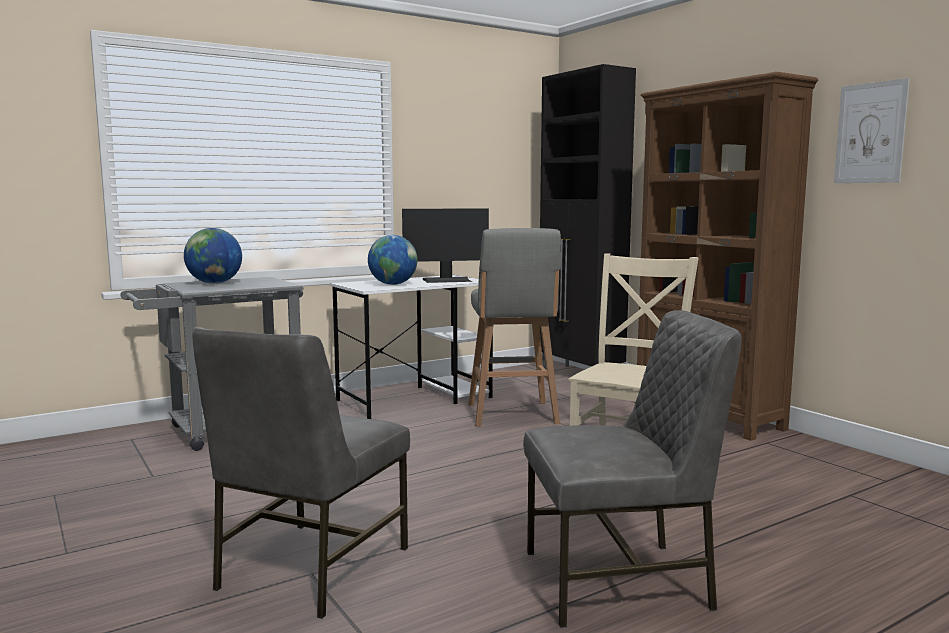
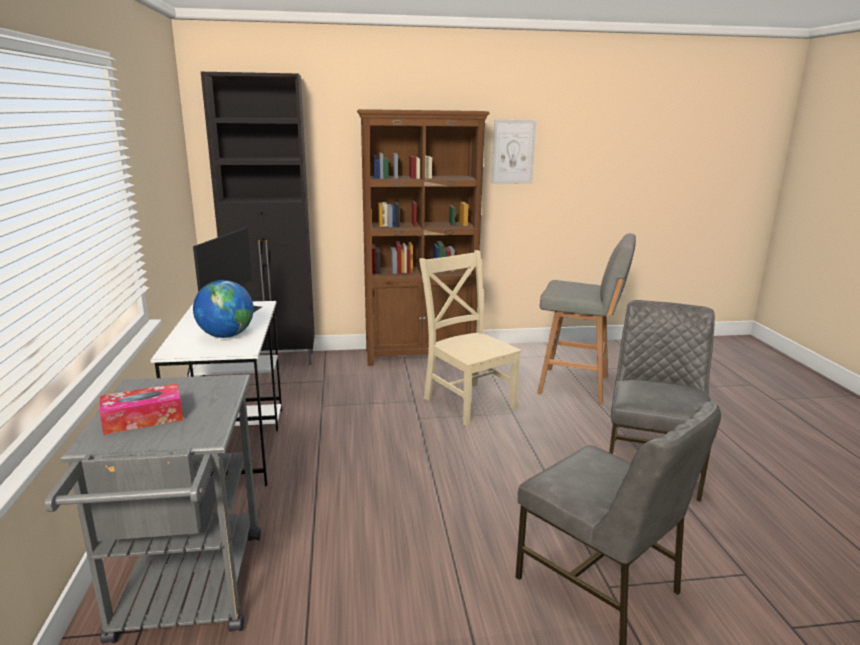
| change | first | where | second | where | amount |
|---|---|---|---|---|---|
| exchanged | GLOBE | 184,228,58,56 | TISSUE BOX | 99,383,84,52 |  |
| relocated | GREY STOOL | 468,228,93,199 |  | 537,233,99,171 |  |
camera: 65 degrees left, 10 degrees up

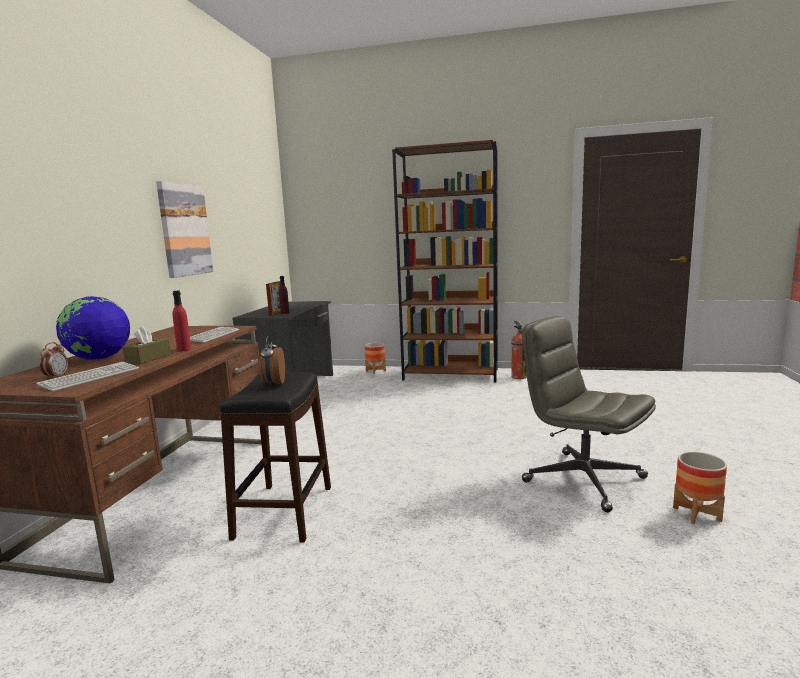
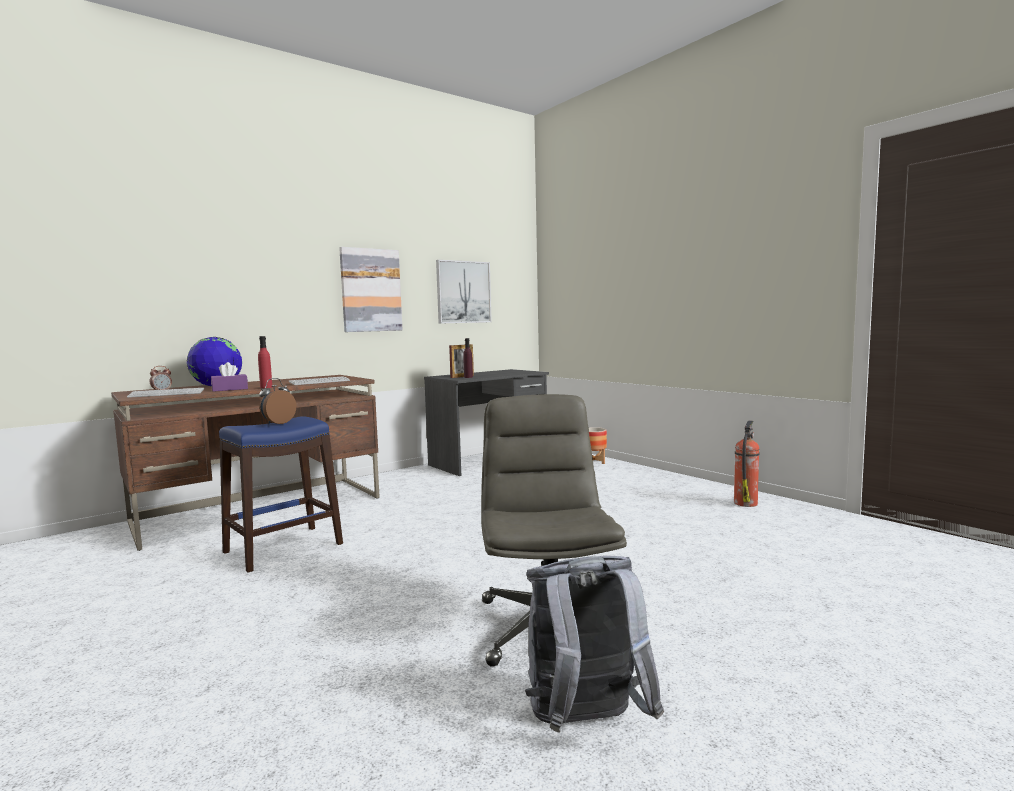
| change | first | where | second | where | amount |
|---|---|---|---|---|---|
| colour | BROWN TISSUE BOX | 122,326,49,38 | PURPLE TISSUE BOX | 211,362,37,30 |  |
| colour | BLACK STOOL | 220,372,111,171 | BLUE STOOL | 219,416,124,157 |  |
| appeared |  |  | PICTURE | 436,260,56,64 |  |
| exchanged | PLANTER | 673,452,54,72 | GREY BACKPACK | 525,556,139,177 |  |
| missing | BROWN BOOKCASE | 392,140,106,243 |  |  |  |
camera: 40 degrees right, 5 degrees down

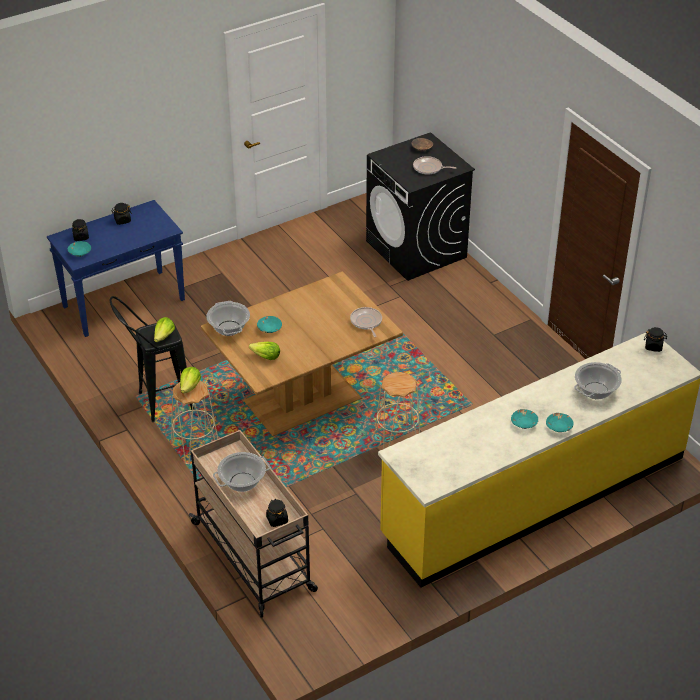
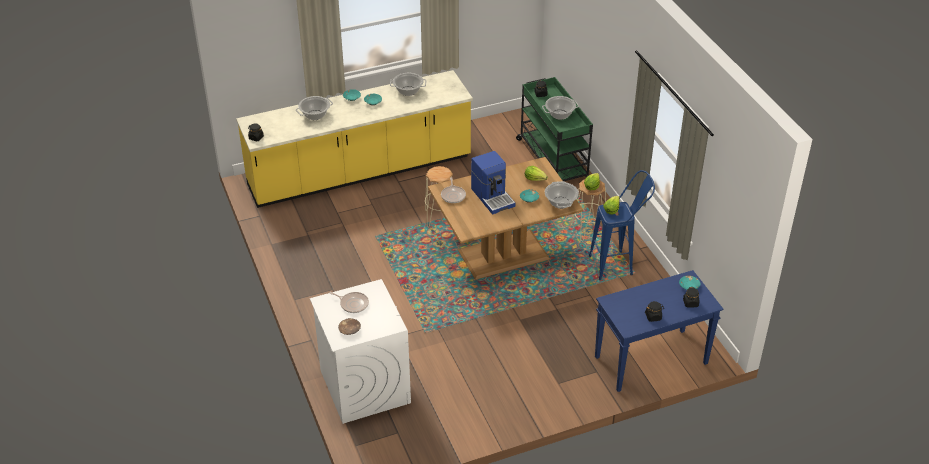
| change | first | where | second | where | amount |
|---|---|---|---|---|---|
| colour | BLACK WASHING MACHINE | 366,132,109,149 | WHITE WASHING MACHINE | 310,279,101,145 |  |
| appeared |  |  | COOKING POT | 390,73,36,23 |  |
| appeared |  |  | COFFEE MACHINE | 471,151,44,64 |  |
| colour | BEIGE CART | 189,430,129,187 | GREEN CART | 516,77,77,104 |  |
| colour | BLACK STOOL | 110,296,85,126 | BLUE STOOL | 589,170,66,110 |  |
camera: 170 degrees left, 0 degrees up

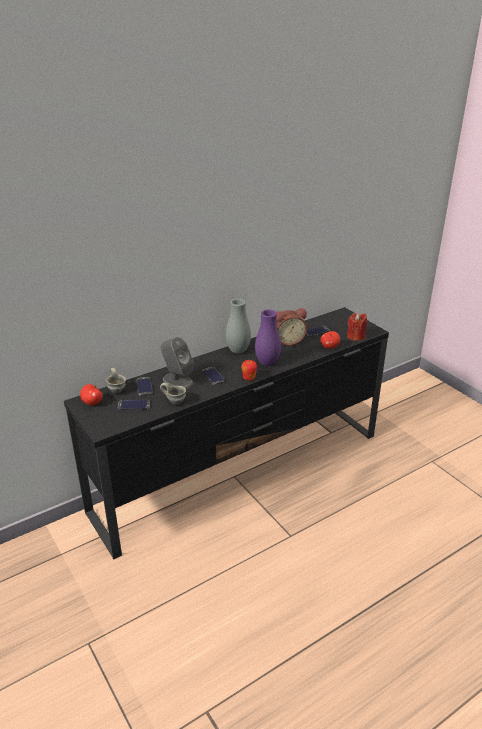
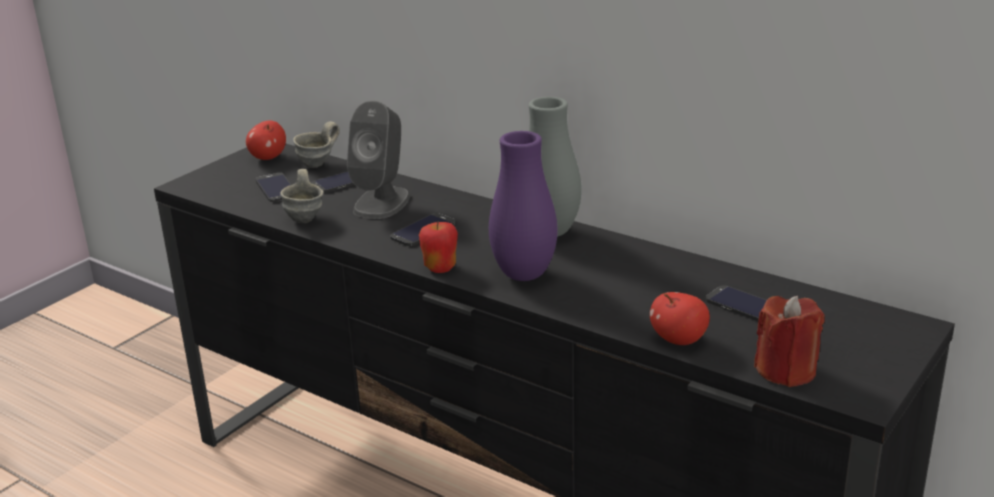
| change | first | where | second | where | amount |
|---|---|---|---|---|---|
| missing | ALARM CLOCK | 276,308,31,38 |  |  |  |
camera: 70 degrees right, 5 degrees down

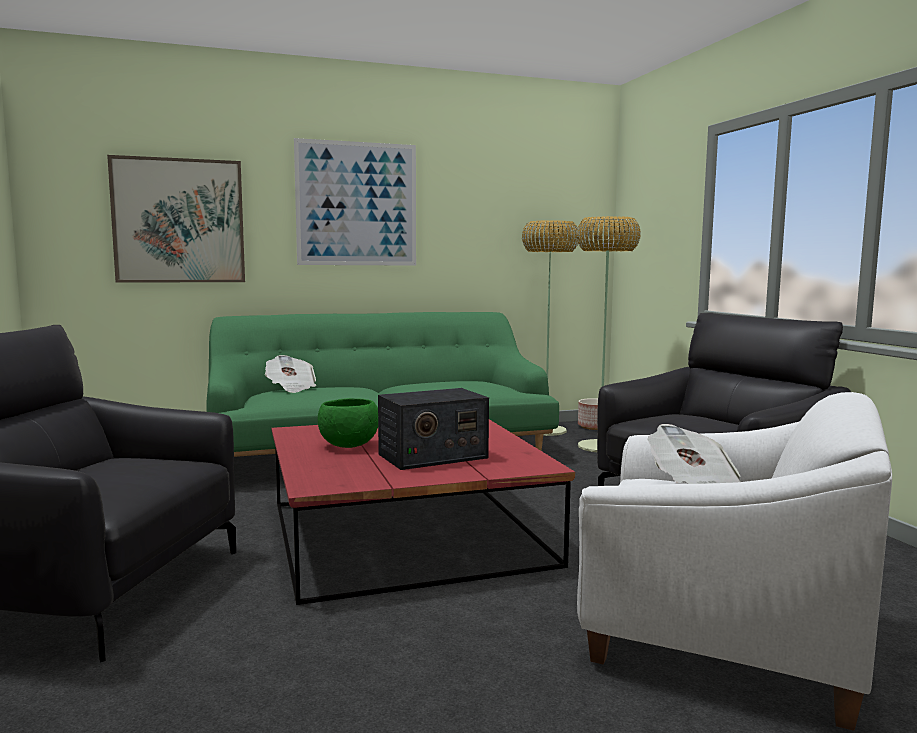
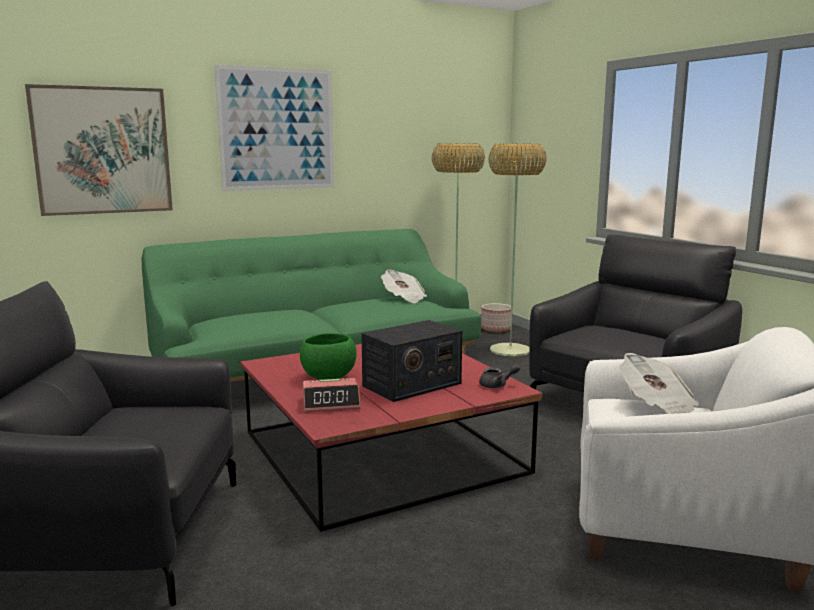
| change | first | where | second | where | amount |
|---|---|---|---|---|---|
| appeared |  |  | ALARM CLOCK | 303,378,57,34 |  |
| relocated | NEWSPAPER | 265,355,51,38 |  | 381,270,46,33 |  |
| appeared |  |  | GREY TEAPOT | 479,364,41,24 |  |
camera: 10 degrees left, 5 degrees up

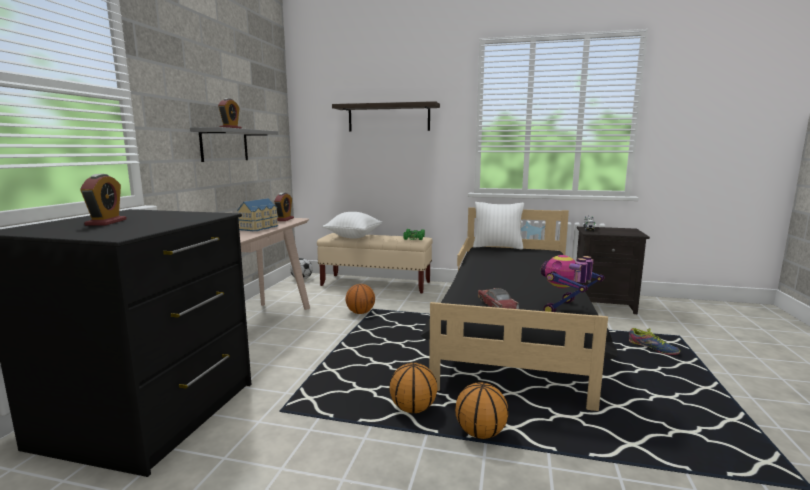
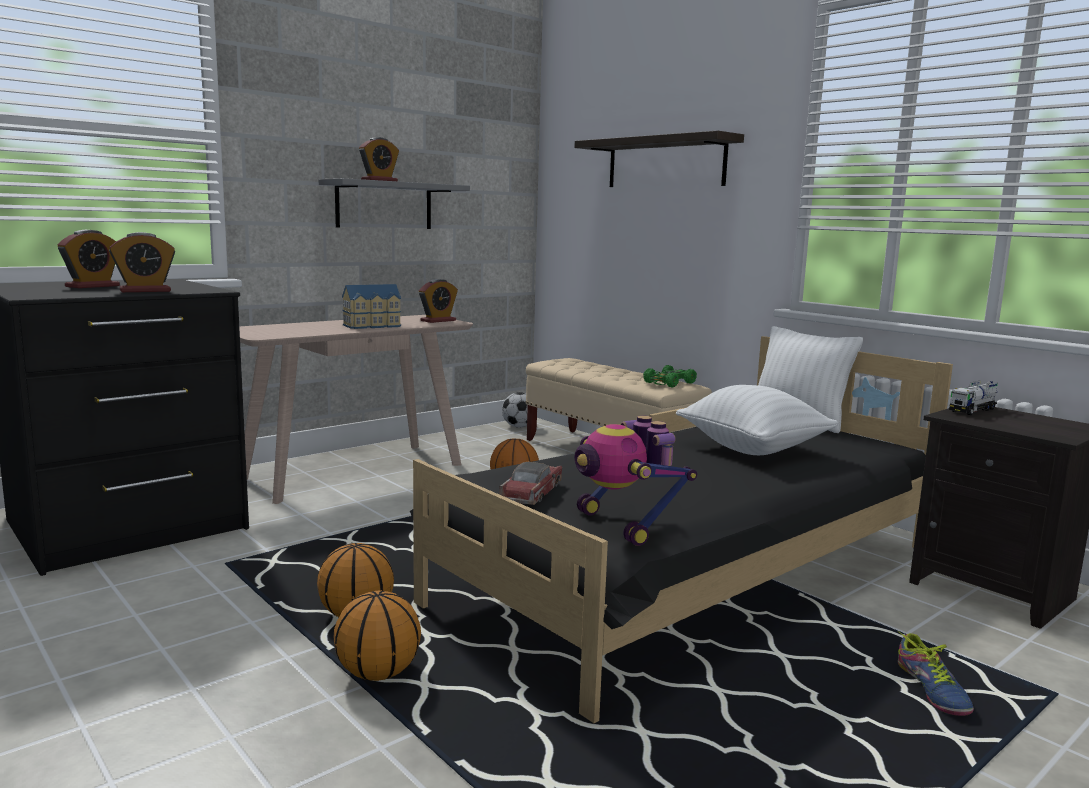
| change | first | where | second | where | amount |
|---|---|---|---|---|---|
| appeared |  |  | ALARM CLOCK | 109,232,66,60 |  |
| spun | TOY ROBOT | 541,255,63,57 |  | 574,416,123,130 | 105 degrees counterclockwise |
| relocated | WHITE PILLOW | 323,212,59,27 |  | 676,385,162,70 |  |
camera: 35 degrees right, 0 degrees up

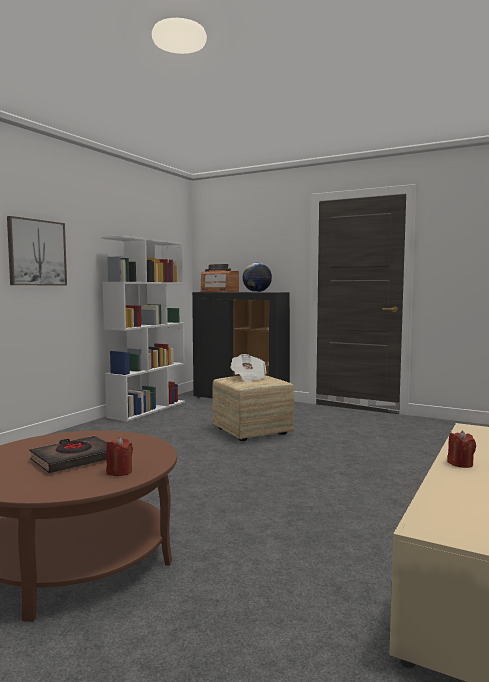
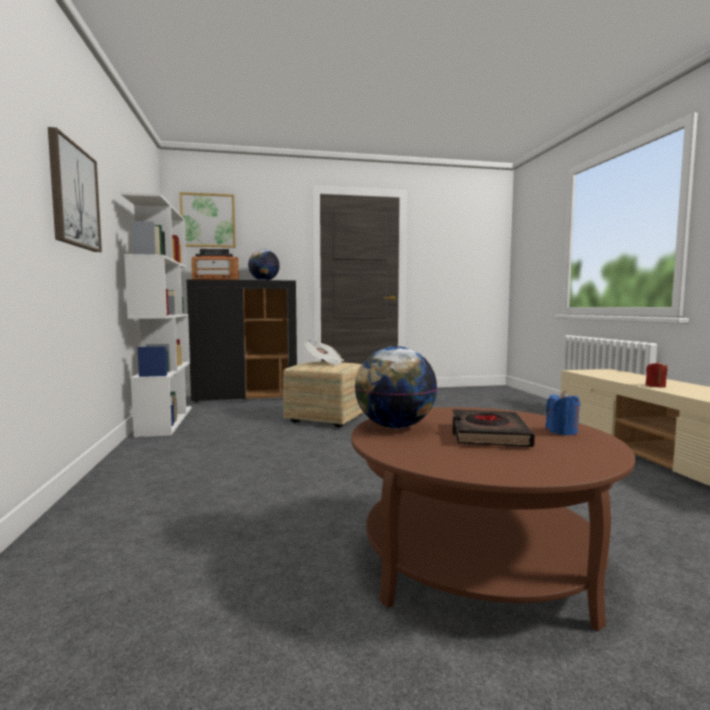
| change | first | where | second | where | amount |
|---|---|---|---|---|---|
| appeared |  |  | PICTURE | 180,192,56,56 |  |
| appeared |  |  | GLOBE | 355,346,82,82 |  |
| colour | RED CANDLE | 106,436,27,40 | BLUE CANDLE | 545,391,35,44 |  |
camera: 40 degrees left, 0 degrees up

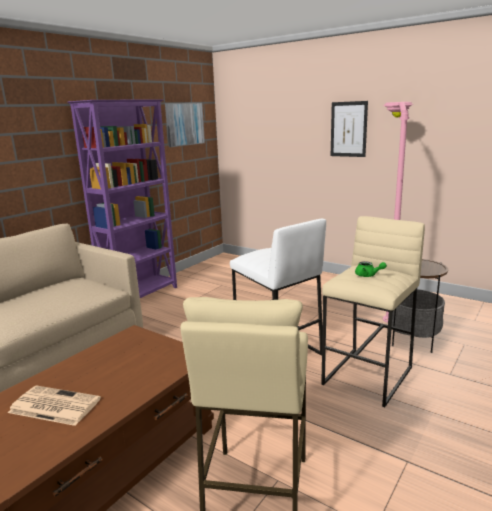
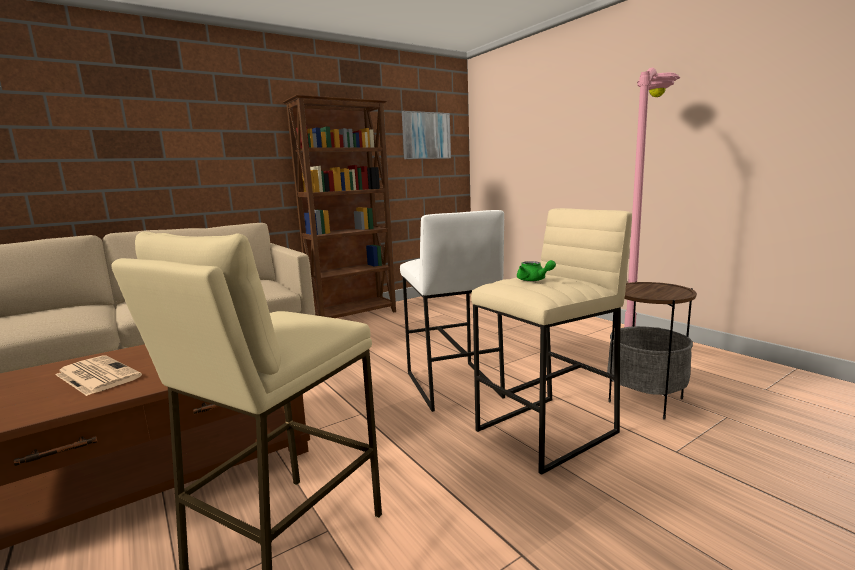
| change | first | where | second | where | amount |
|---|---|---|---|---|---|
| colour | PURPLE BOOKCASE | 67,99,110,199 | BROWN BOOKCASE | 283,95,113,223 |  |
| missing | PICTURE | 331,101,37,56 |  |  |  |
camera: 20 degrees right, 5 degrees down

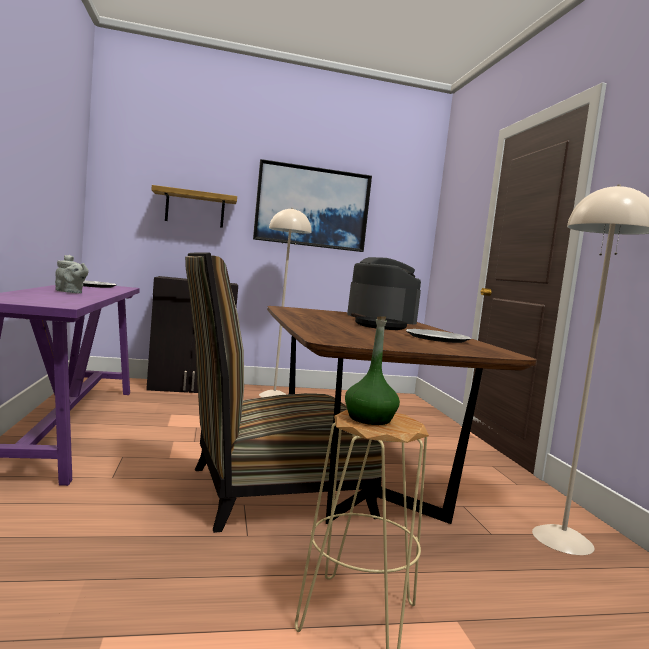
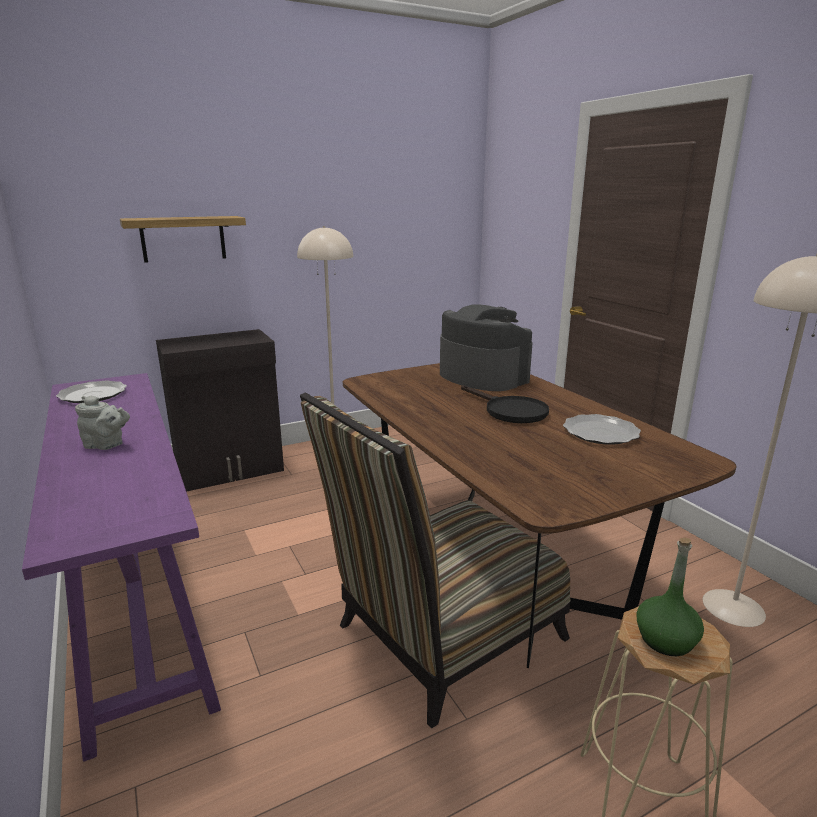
| change | first | where | second | where | amount |
|---|---|---|---|---|---|
| missing | PICTURE | 253,159,119,93 |  |  |  |
camera: 15 degrees left, 15 degrees up

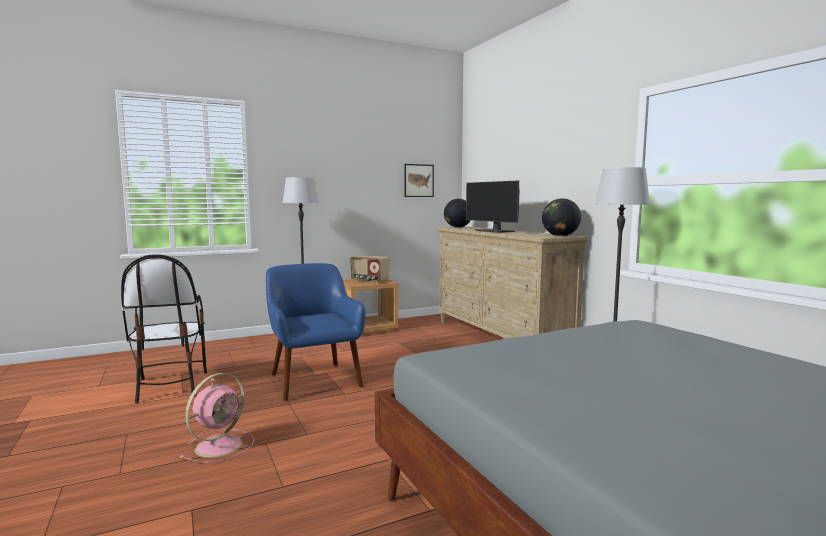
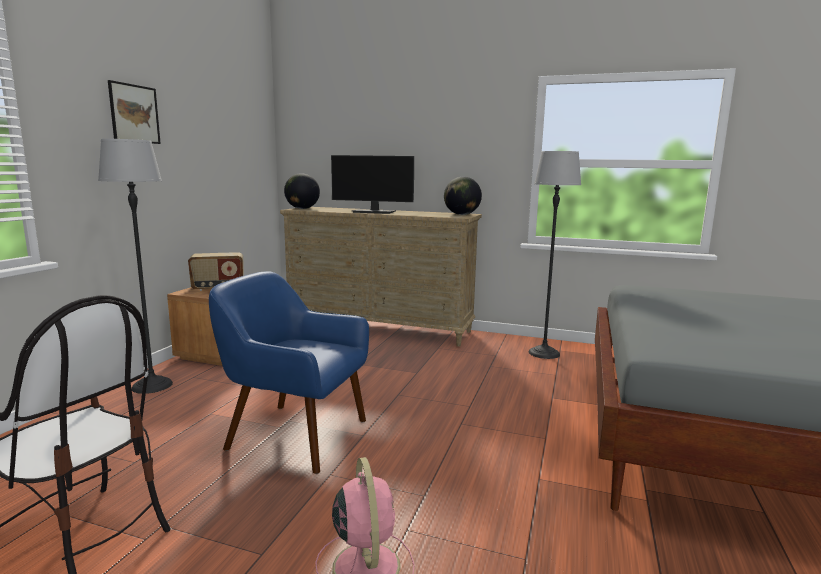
| change | first | where | second | where | amount |
|---|---|---|---|---|---|
| relocated | PICTURE | 404,164,30,33 |  | 108,80,53,64 |  |
camera: 45 degrees left, 5 degrees up

